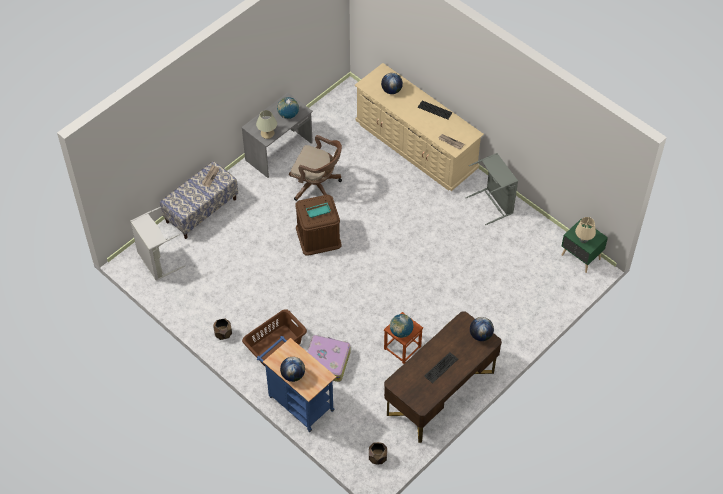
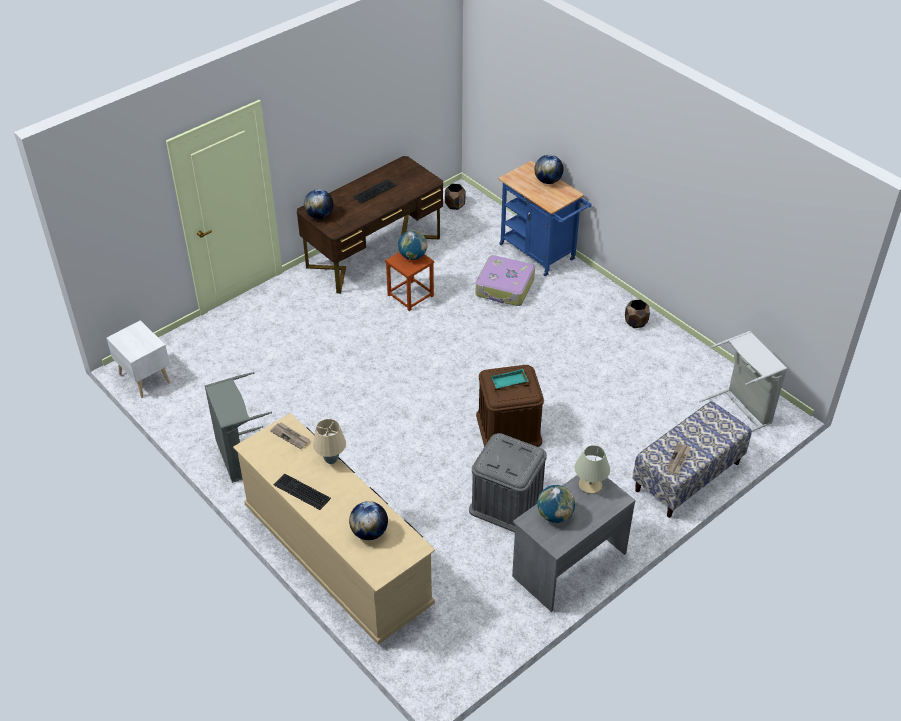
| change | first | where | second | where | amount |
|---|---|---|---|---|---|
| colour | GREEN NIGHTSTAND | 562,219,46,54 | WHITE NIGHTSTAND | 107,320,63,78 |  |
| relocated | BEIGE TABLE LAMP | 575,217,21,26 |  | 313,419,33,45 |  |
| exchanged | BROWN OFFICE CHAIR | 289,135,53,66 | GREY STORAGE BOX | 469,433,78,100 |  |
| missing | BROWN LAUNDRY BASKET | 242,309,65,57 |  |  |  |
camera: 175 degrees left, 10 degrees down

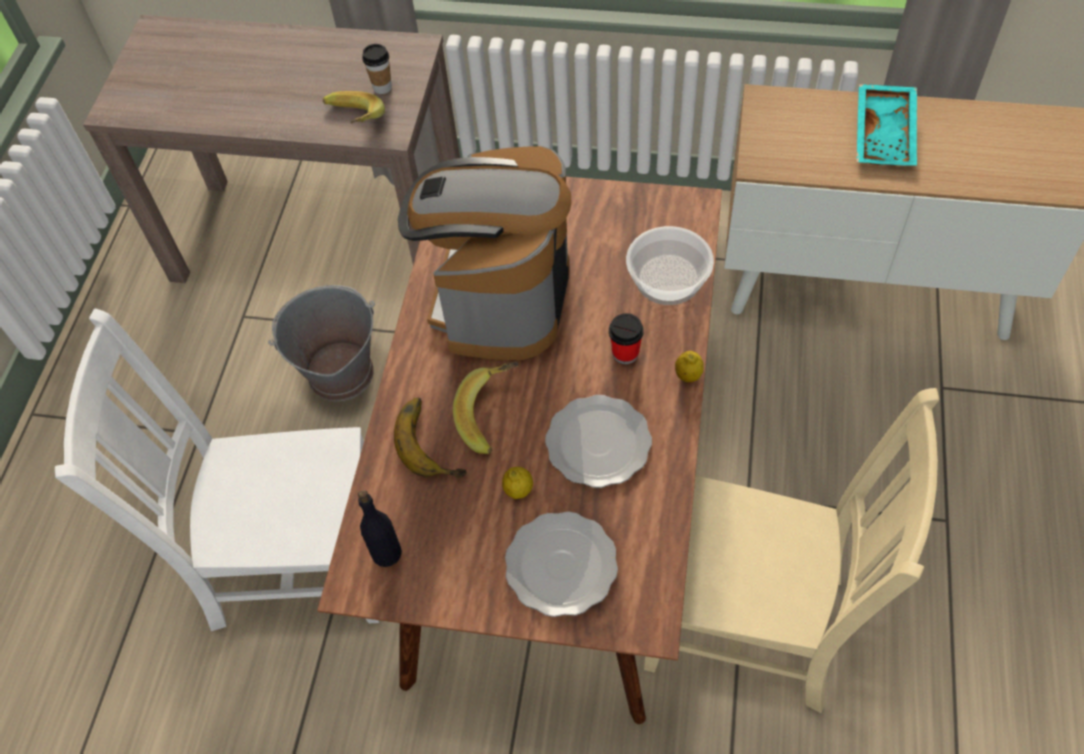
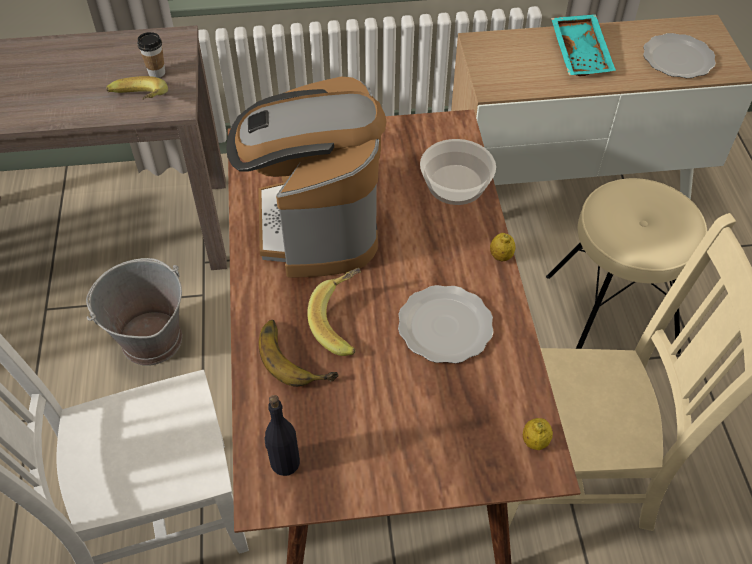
| change | first | where | second | where | amount |
|---|---|---|---|---|---|
| relocated | LEMON | 502,467,31,32 |  | 523,418,30,32 |  |
| appeared |  |  | BEIGE STOOL | 546,178,162,176 |  |
| relocated | PLATE | 505,511,113,106 |  | 643,33,73,45 |  |
| missing | CUP | 609,313,35,51 |  |  |  |
camera: 20 degrees left, 5 degrees down

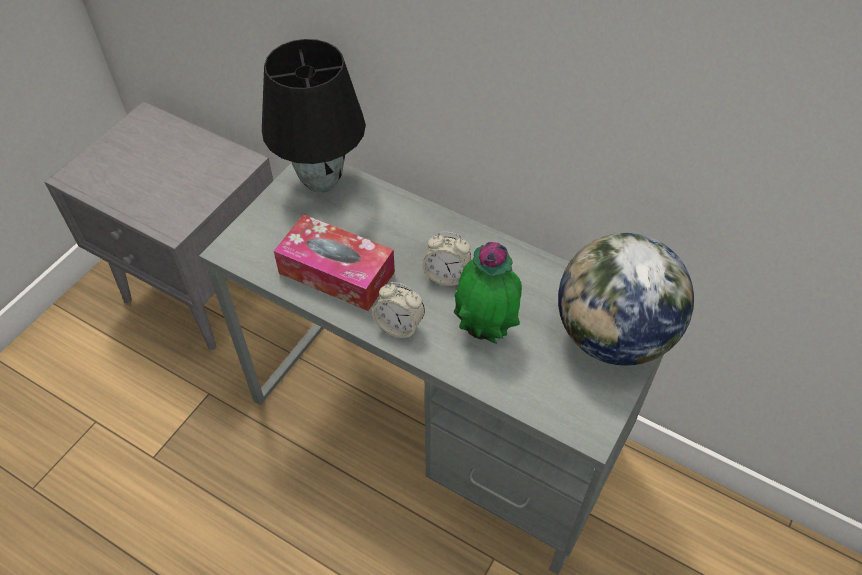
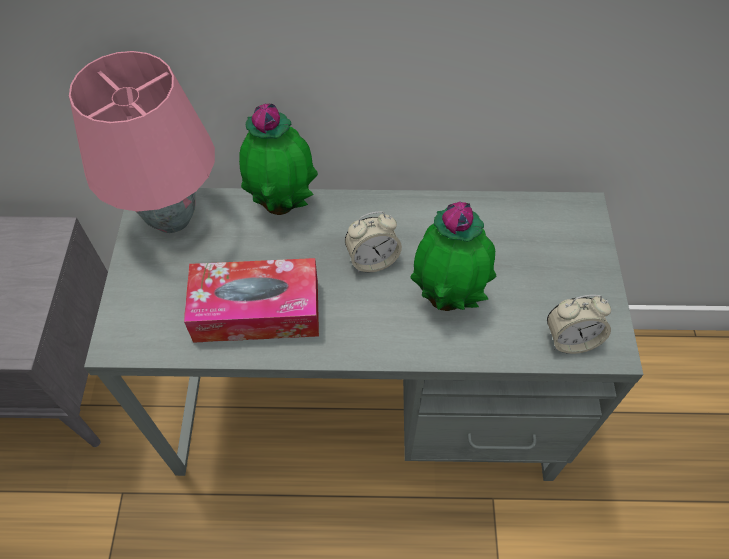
| change | first | where | second | where | amount |
|---|---|---|---|---|---|
| colour | BLACK TABLE LAMP | 262,39,104,154 | PINK TABLE LAMP | 69,51,146,182 |  |
| appeared |  |  | POTTED PLANT | 239,103,79,112 |  |
| relocated | ALARM CLOCK | 372,282,53,56 |  | 547,295,64,59 |  |
| missing | GLOBE | 558,233,136,133 |  |  |  |
camera: 30 degrees left, 5 degrees up

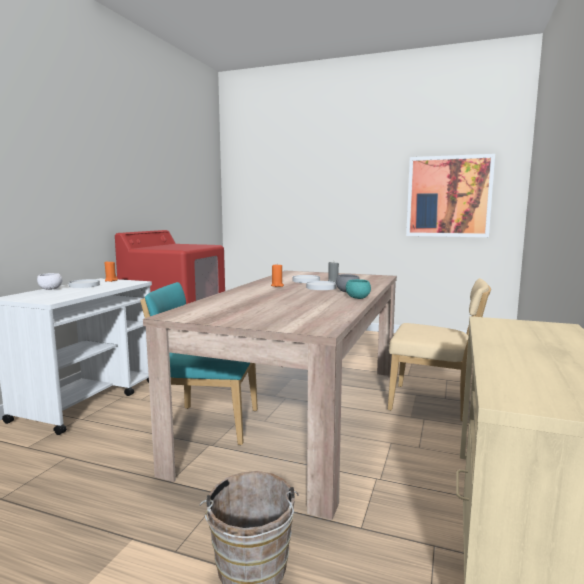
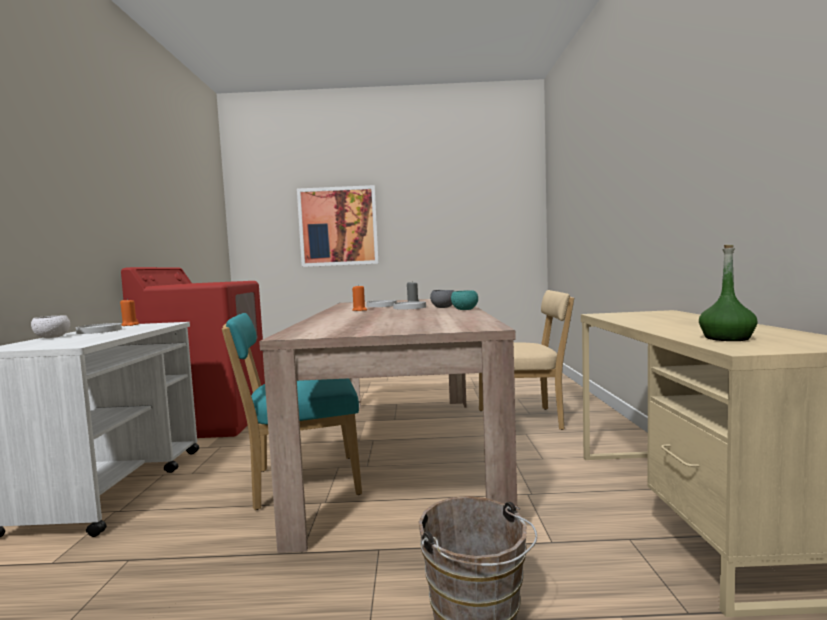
| change | first | where | second | where | amount |
|---|---|---|---|---|---|
| relocated | PICTURE | 406,154,89,83 |  | 297,185,82,82 |  |
| appeared |  |  | GREEN BOTTLE | 699,245,59,96 |  |
camera: 20 degrees left, 5 degrees down

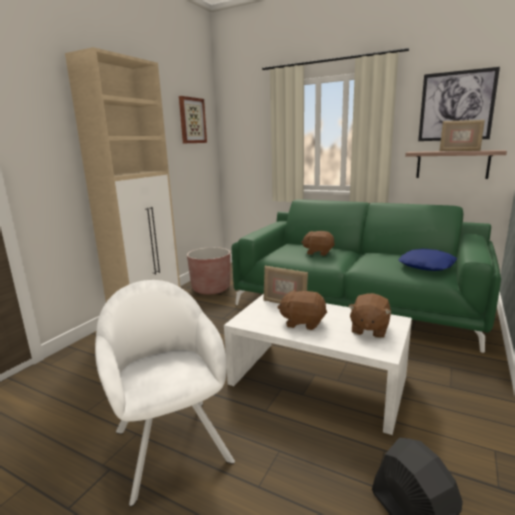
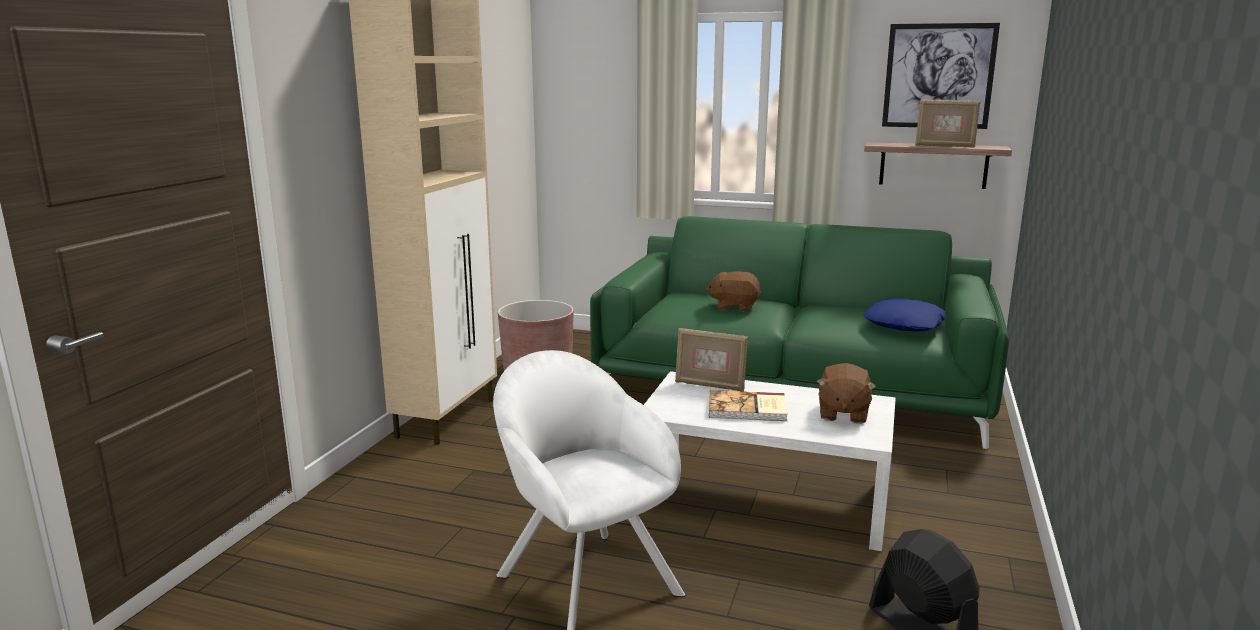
| change | first | where | second | where | amount |
|---|---|---|---|---|---|
| exchanged | BROWN PLUSH TOY | 277,289,50,41 | BOOK | 709,390,79,31 |  |
| missing | PICTURE | 179,96,28,47 |  |  |  |
camera: 10 degrees left, 0 degrees up

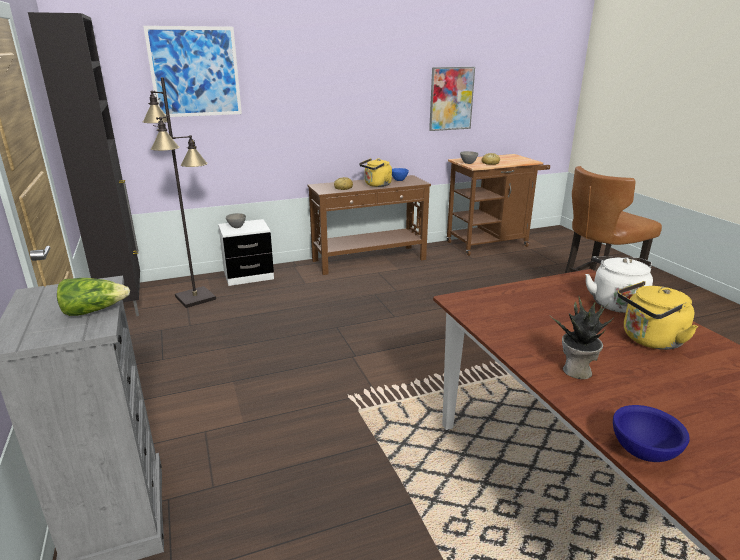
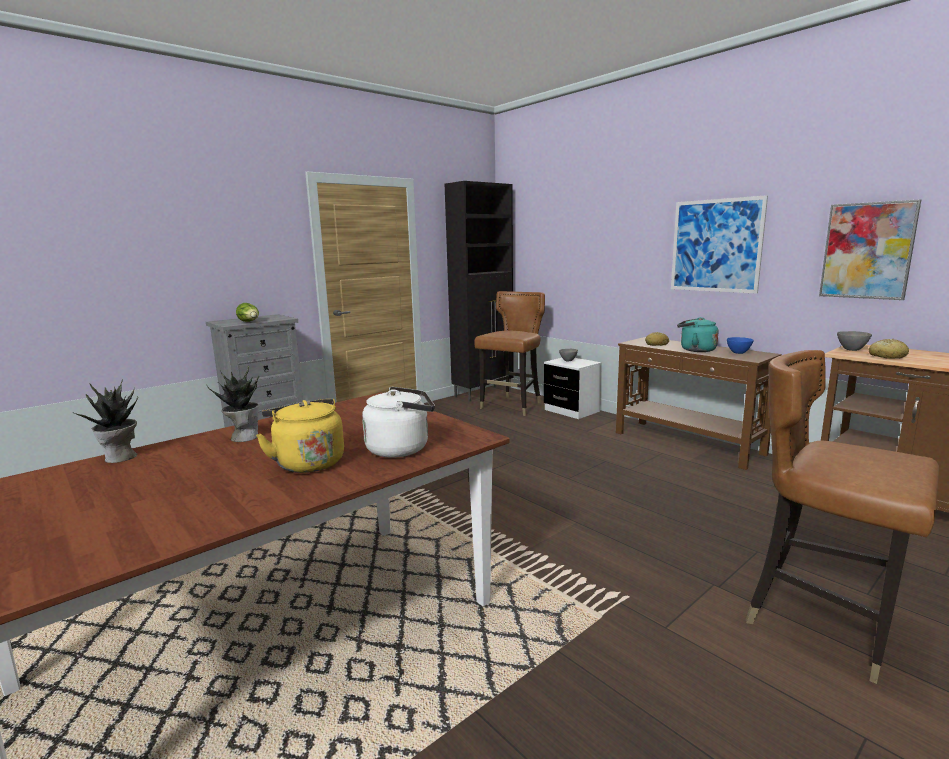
| change | first | where | second | where | amount |
|---|---|---|---|---|---|
| exchanged | BLUE BOWL | 613,405,77,57 | POTTED PLANT | 71,379,67,84 |  |
| exchanged | BLACK FLOOR LAMP | 143,77,73,231 | BROWN CHAIR | 474,291,71,125 |  |
| relocated | PICTURE | 143,26,99,91 |  | 671,195,97,99 |  |
| colour | YELLOW KETTLE | 359,158,33,29 | TURQUOISE KETTLE | 677,317,41,35 |  |
camera: 70 degrees right, 10 degrees down

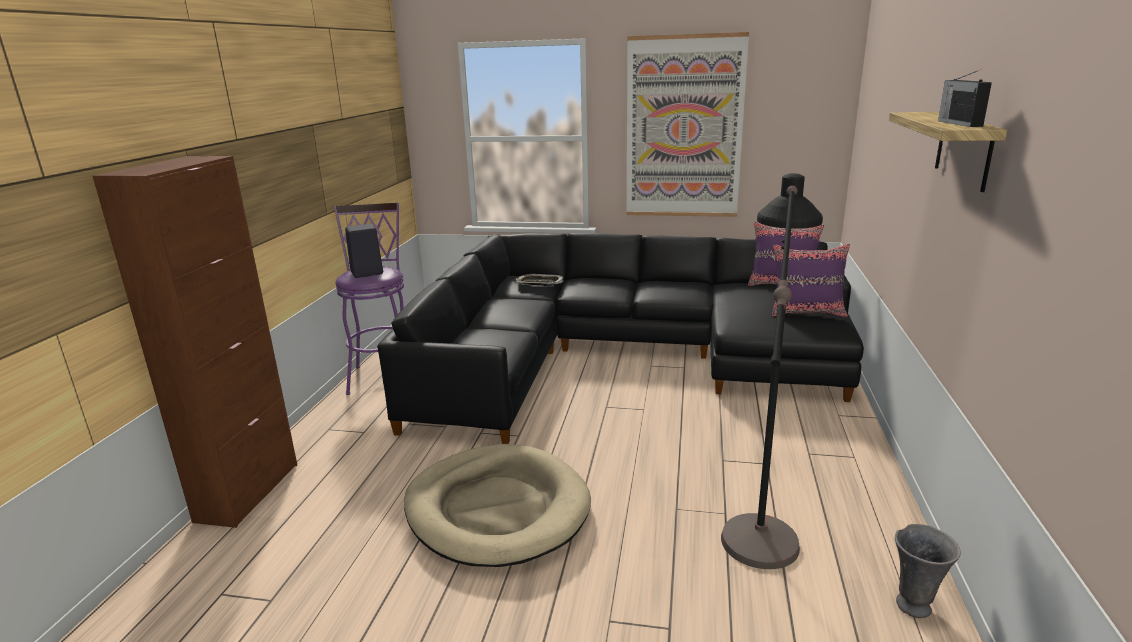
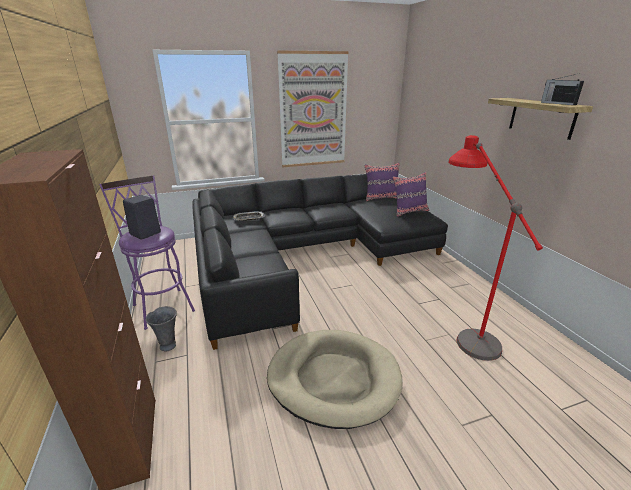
| change | first | where | second | where | amount |
|---|---|---|---|---|---|
| relocated | GREY VASE | 895,524,66,94 |  | 146,306,31,46 |  |
| colour | BLACK FLOOR LAMP | 721,173,102,396 | RED FLOOR LAMP | 449,135,94,226 |  |
camera: 30 degrees left, 5 degrees up

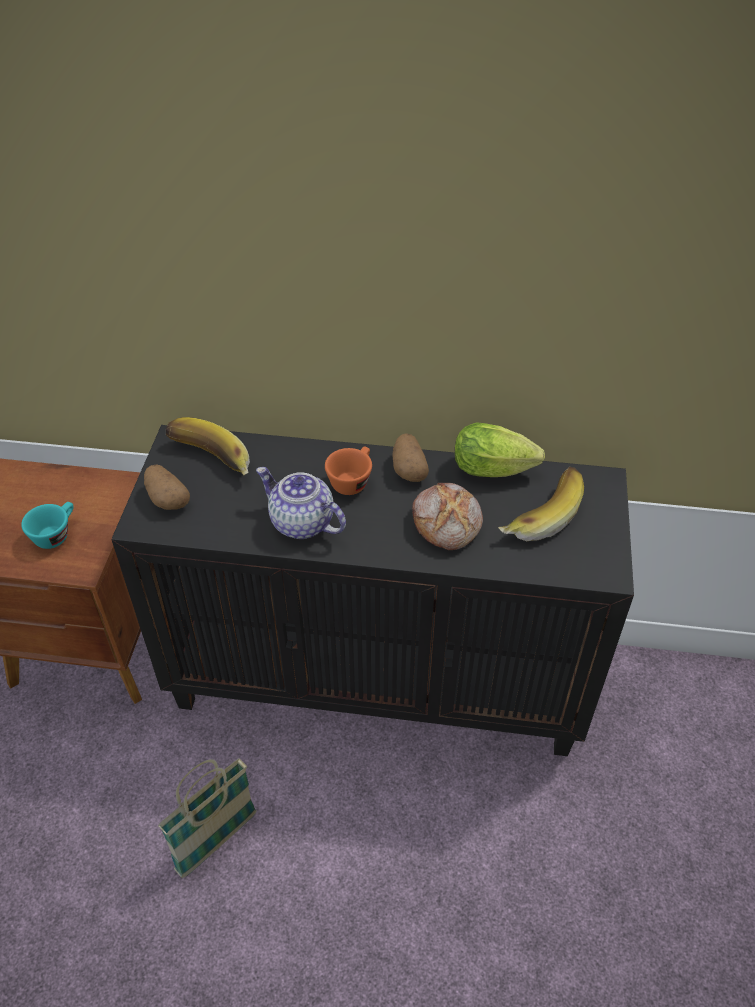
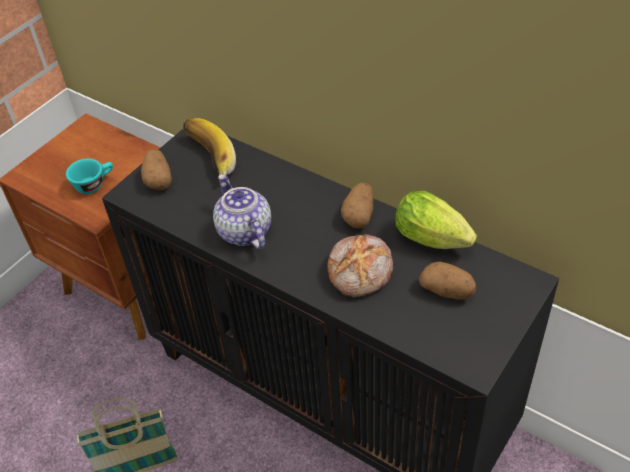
| change | first | where | second | where | amount |
|---|---|---|---|---|---|
| exchanged | BANANA | 498,467,86,74 | POTATO | 419,262,57,38 |  |
| missing | ORANGE CUP | 325,446,47,49 |  |  |  |
camera: 30 degrees right, 0 degrees up

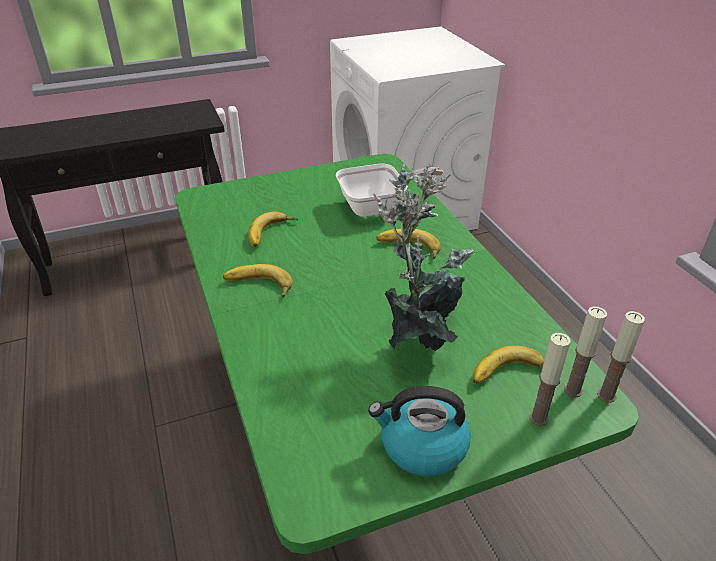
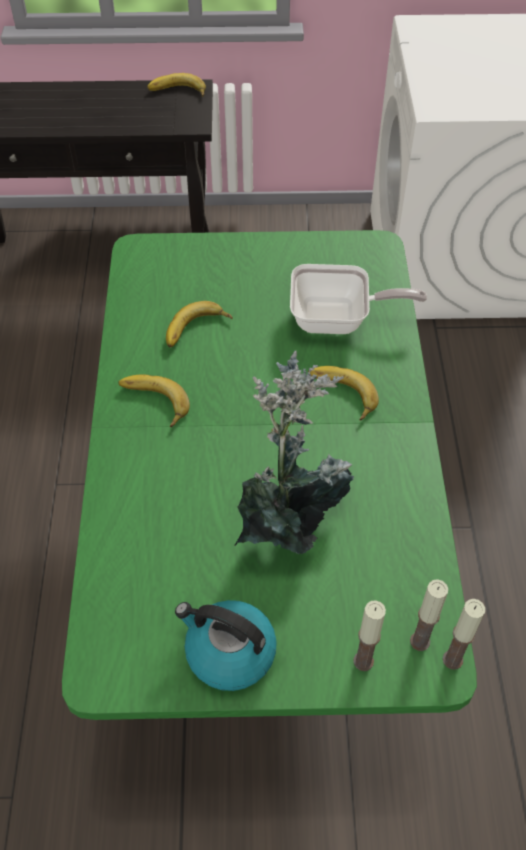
| change | first | where | second | where | amount |
|---|---|---|---|---|---|
| relocated | BANANA | 473,345,71,39 |  | 147,73,59,24 |  |
camera: 20 degrees right, 15 degrees up

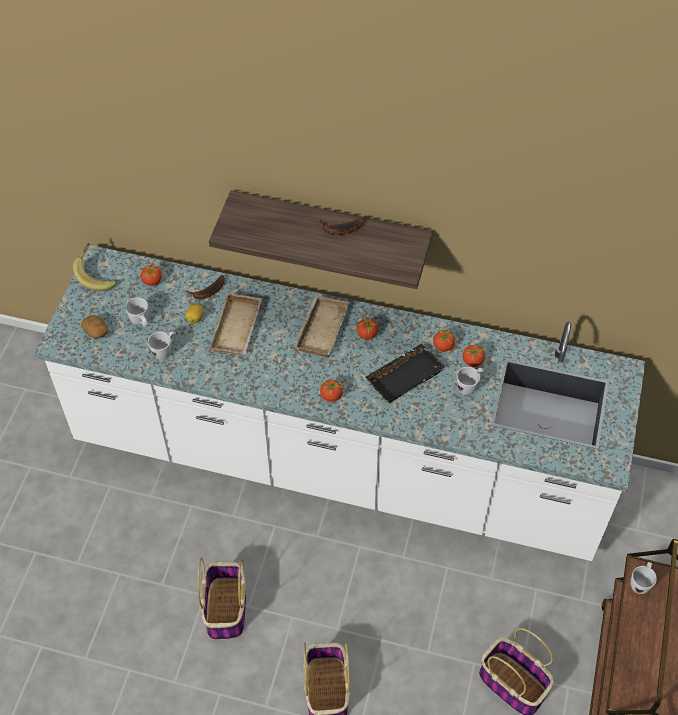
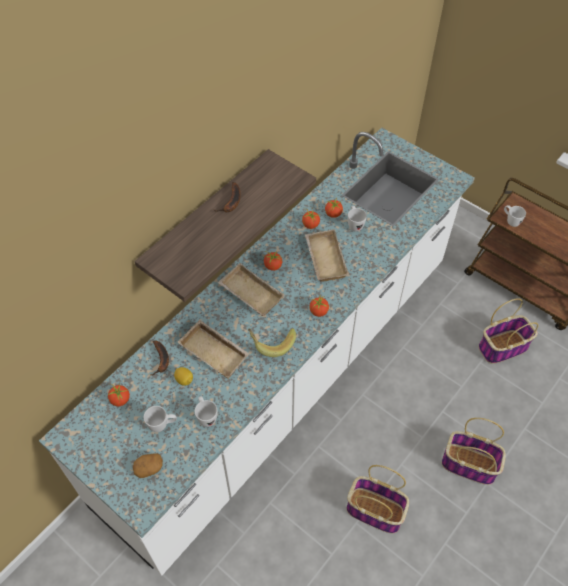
| change | first | where | second | where | amount |
|---|---|---|---|---|---|
| relocated | BANANA | 73,243,44,48 |  | 248,328,48,29 |  |
| colour | BLACK TRAY | 366,344,79,59 | BEIGE TRAY | 305,229,44,53 |  |
camera: 65 degrees left, 0 degrees up

